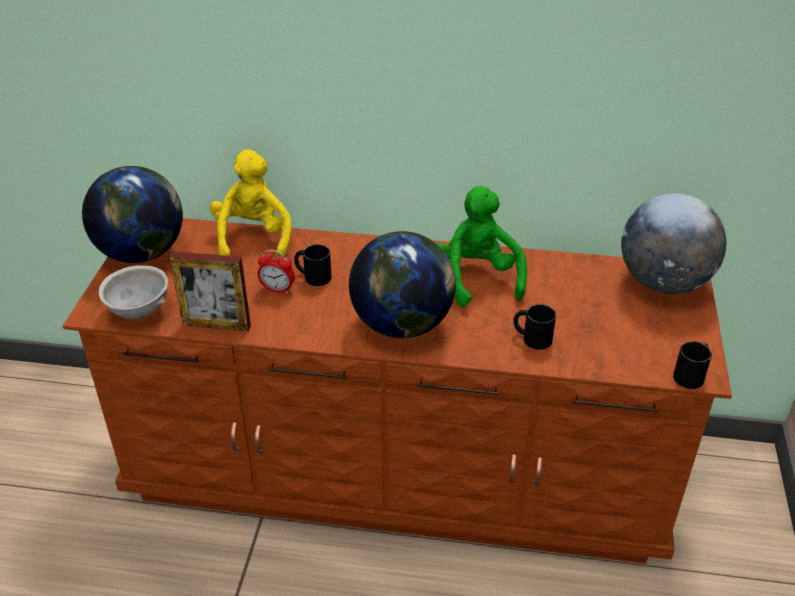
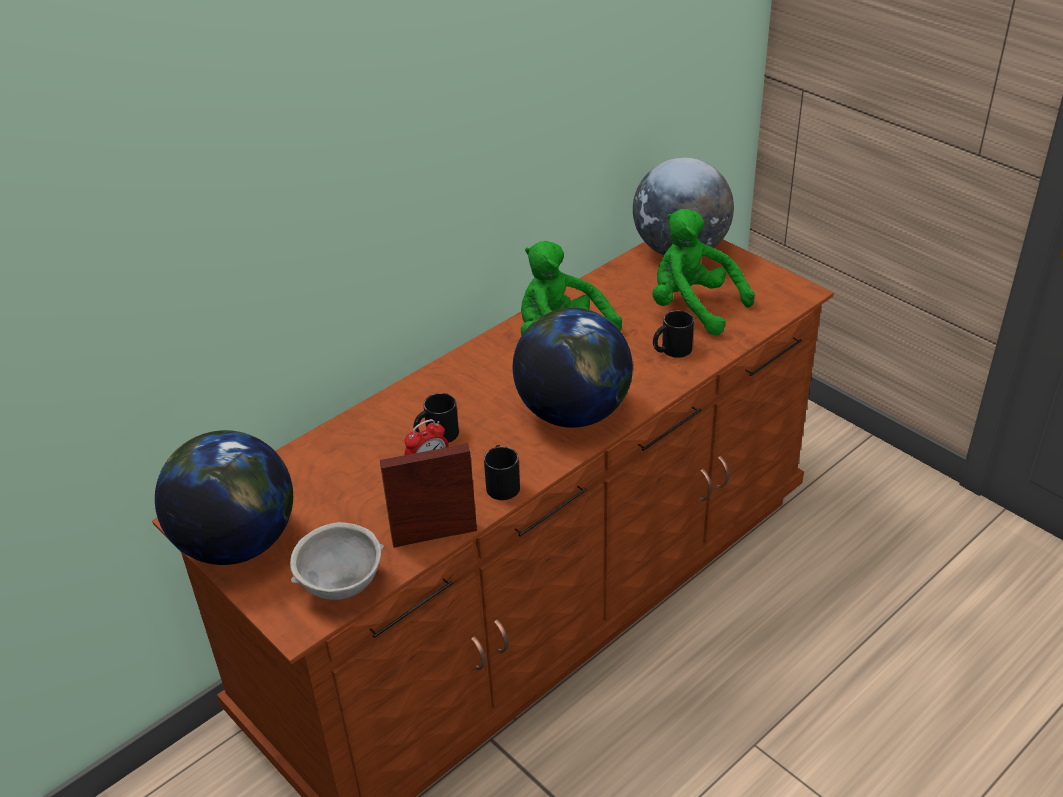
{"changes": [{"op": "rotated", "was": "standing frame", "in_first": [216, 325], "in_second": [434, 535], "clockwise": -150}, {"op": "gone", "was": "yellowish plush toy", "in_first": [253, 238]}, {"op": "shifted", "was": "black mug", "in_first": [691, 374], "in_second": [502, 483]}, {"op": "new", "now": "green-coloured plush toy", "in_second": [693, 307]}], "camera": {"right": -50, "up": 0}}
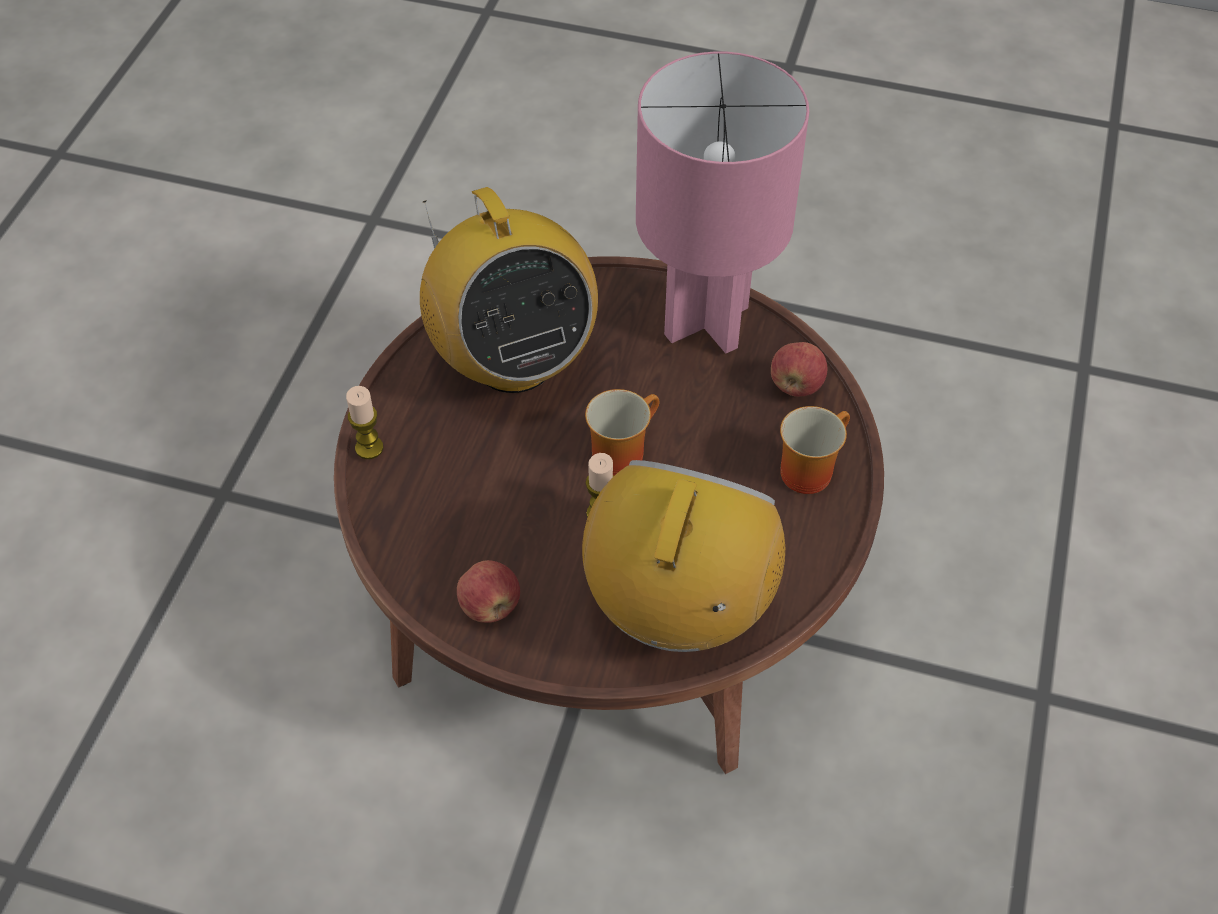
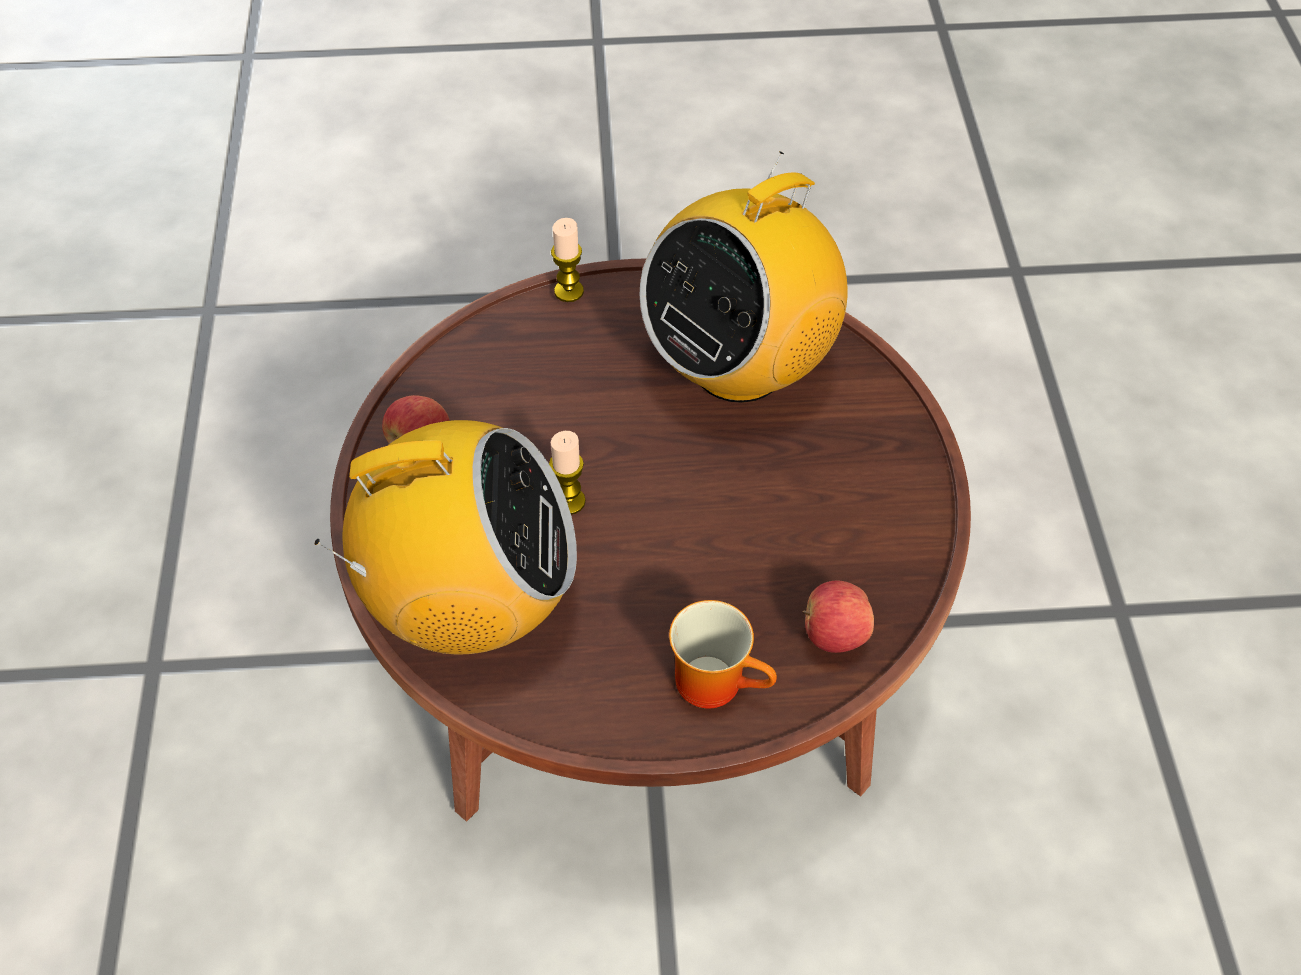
{"changes": [{"op": "gone", "was": "mug", "in_first": [619, 450]}, {"op": "gone", "was": "pink-coloured table lamp", "in_first": [704, 321]}], "camera": {"right": 70, "up": 0}}
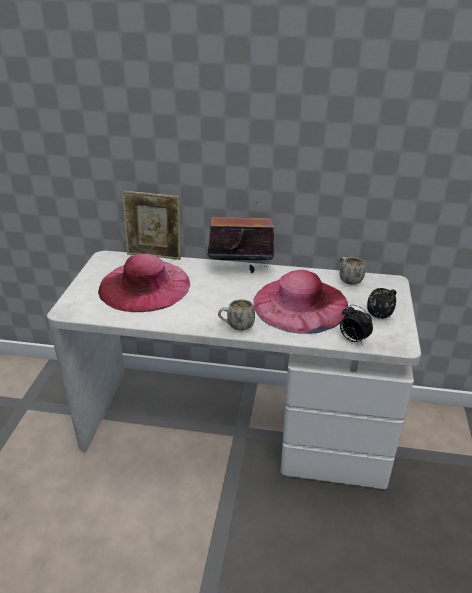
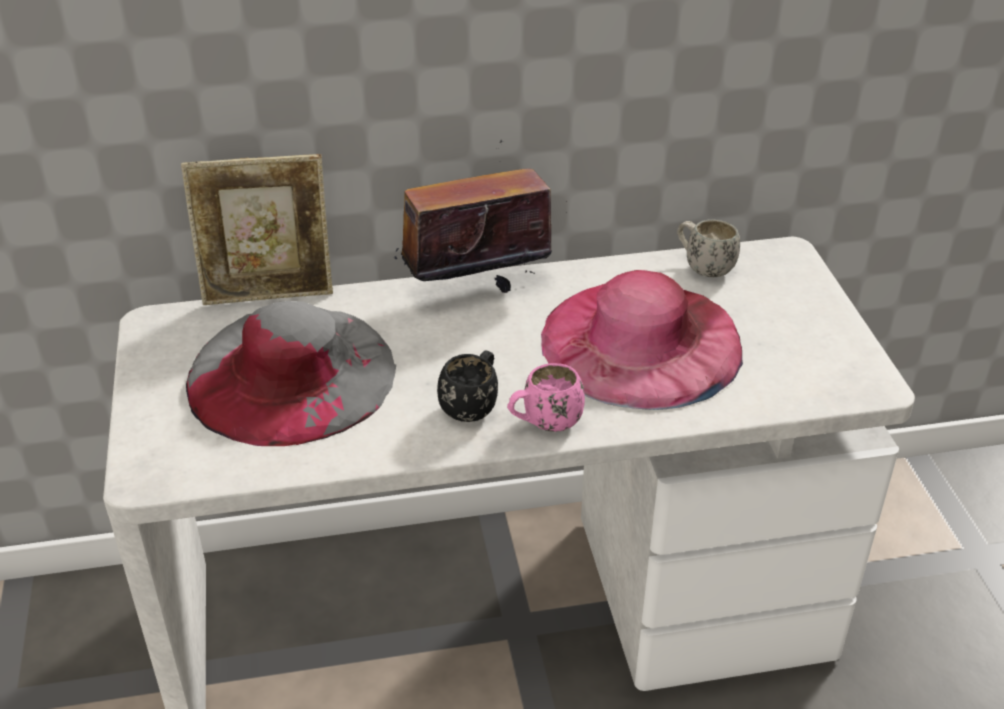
{"changes": [{"op": "repainted", "was": "pink-coloured clothing hat", "now": "gray clothing hat", "in_first": [144, 285], "in_second": [291, 373]}, {"op": "repainted", "was": "white mug", "now": "pink-coloured mug", "in_first": [236, 327], "in_second": [544, 424]}, {"op": "gone", "was": "bedside clock", "in_first": [353, 340]}, {"op": "shifted", "was": "black mug", "in_first": [381, 313], "in_second": [472, 406]}], "camera": {"right": -20, "up": 5}}
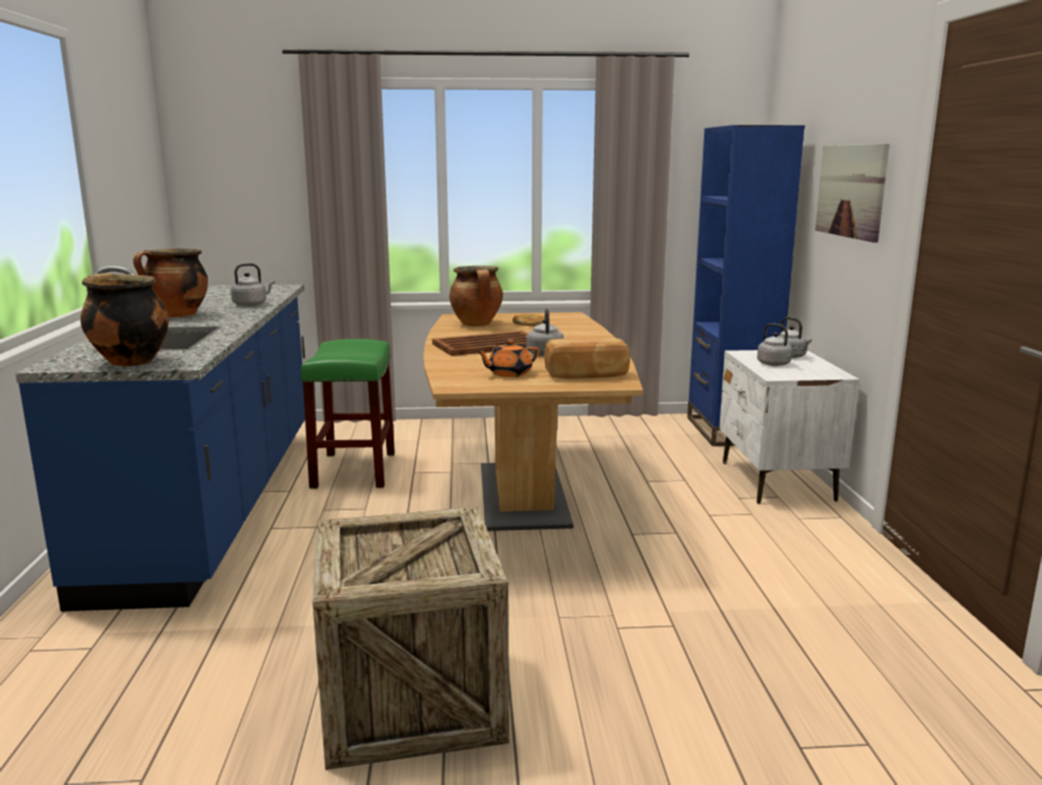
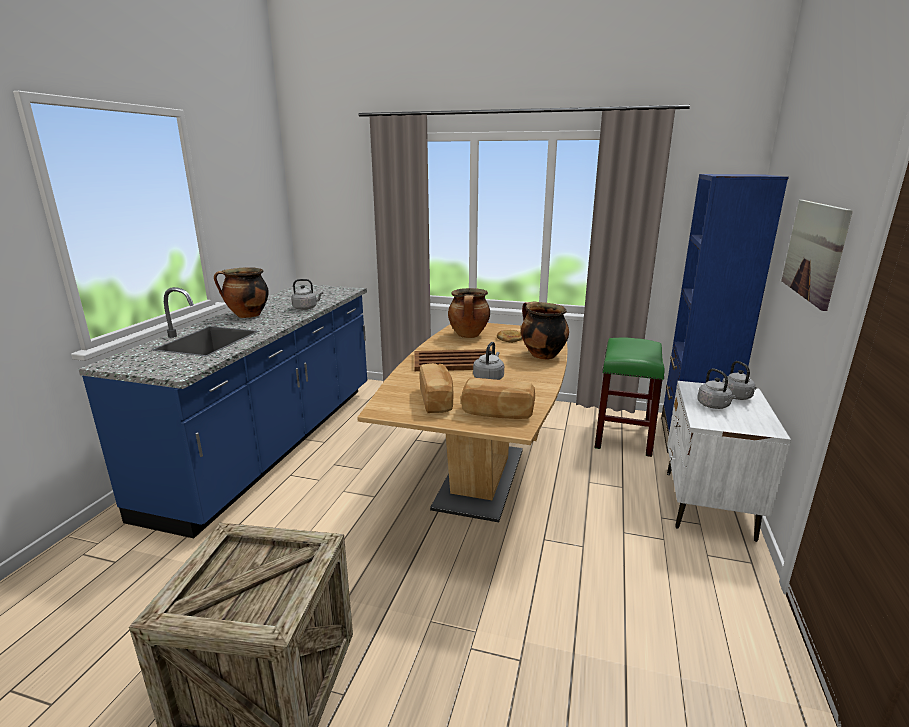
{"changes": [{"op": "shifted", "was": "stockpot", "in_first": [128, 362], "in_second": [541, 355]}, {"op": "shifted", "was": "green-coloured stool seat", "in_first": [353, 470], "in_second": [623, 435]}, {"op": "swapped", "was": "orange-coloured teapot", "now": "bread", "in_first": [508, 373], "in_second": [437, 400]}], "camera": {"right": 20, "up": 5}}
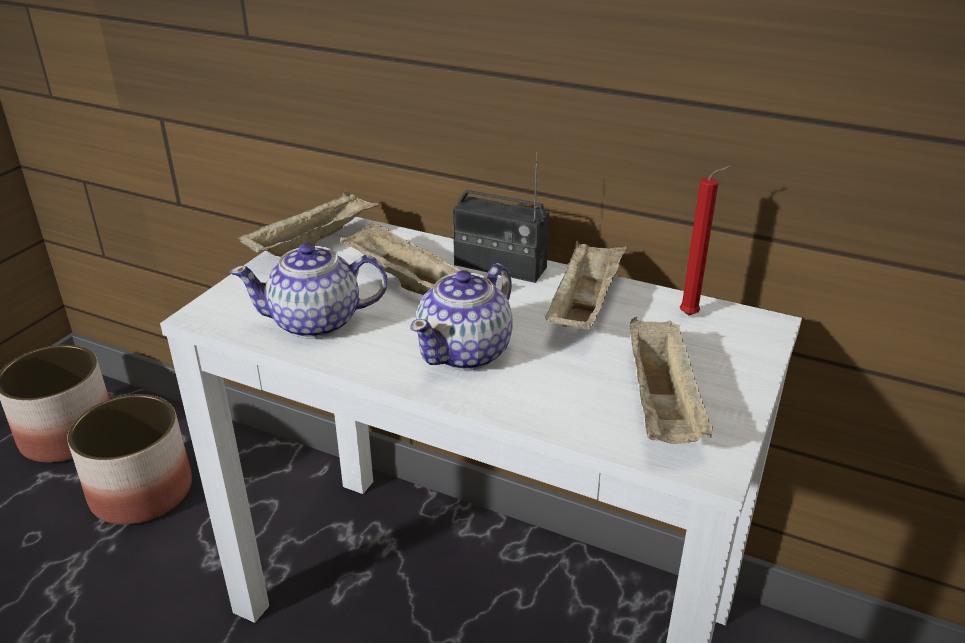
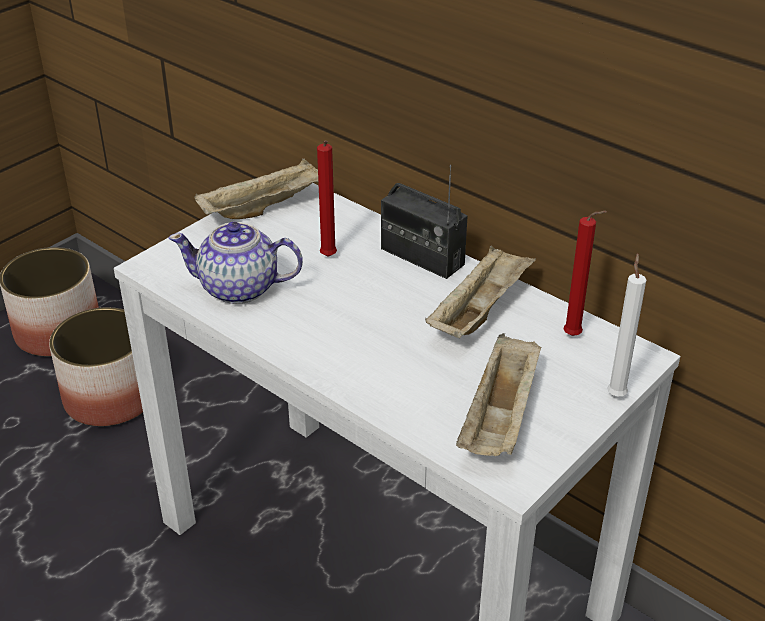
{"changes": [{"op": "swapped", "was": "beige serving tray", "now": "red-coloured wax light", "in_first": [402, 280], "in_second": [328, 258]}, {"op": "gone", "was": "teapot", "in_first": [466, 352]}, {"op": "new", "now": "white wax light", "in_second": [616, 393]}], "camera": {"right": 15, "up": 5}}
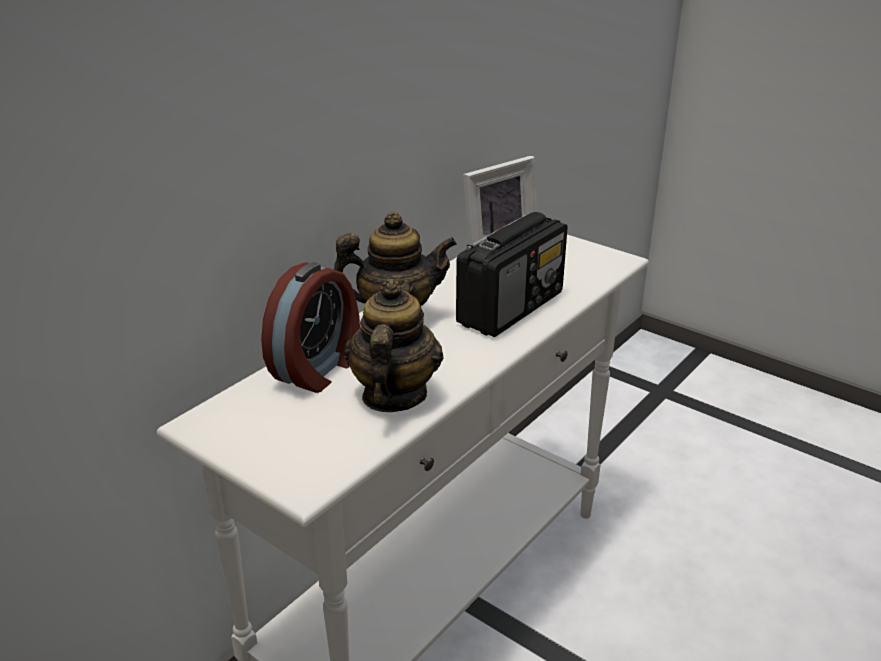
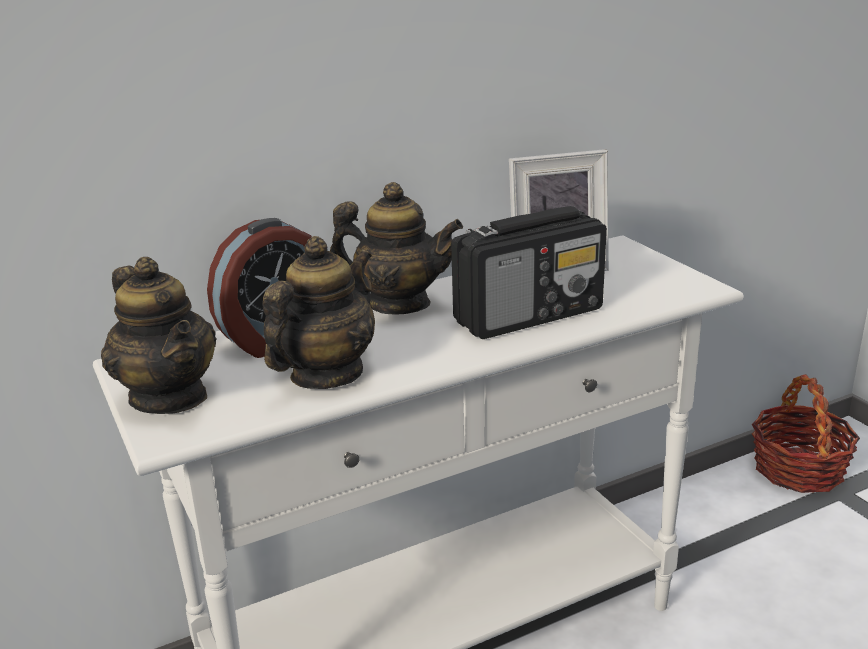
{"changes": [{"op": "new", "now": "teapot", "in_second": [169, 397]}, {"op": "new", "now": "household basket", "in_second": [798, 469]}], "camera": {"right": 25, "up": -5}}
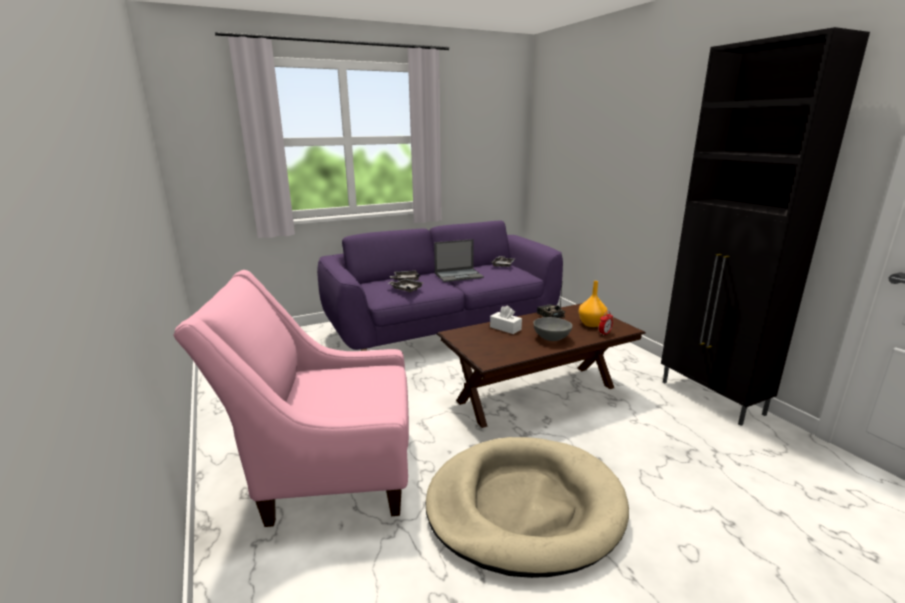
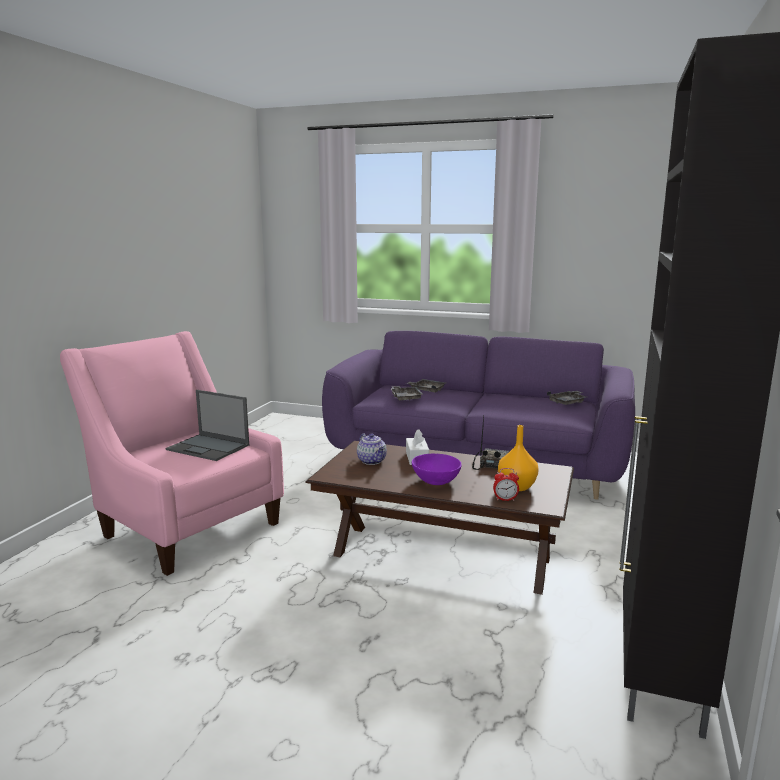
{"changes": [{"op": "gone", "was": "beige pet bed", "in_first": [524, 507]}, {"op": "shifted", "was": "laptop", "in_first": [459, 275], "in_second": [209, 447]}, {"op": "repainted", "was": "gray deep dish", "now": "purplish deep dish", "in_first": [551, 338], "in_second": [436, 481]}, {"op": "new", "now": "teapot", "in_second": [372, 461]}], "camera": {"right": 45, "up": -5}}
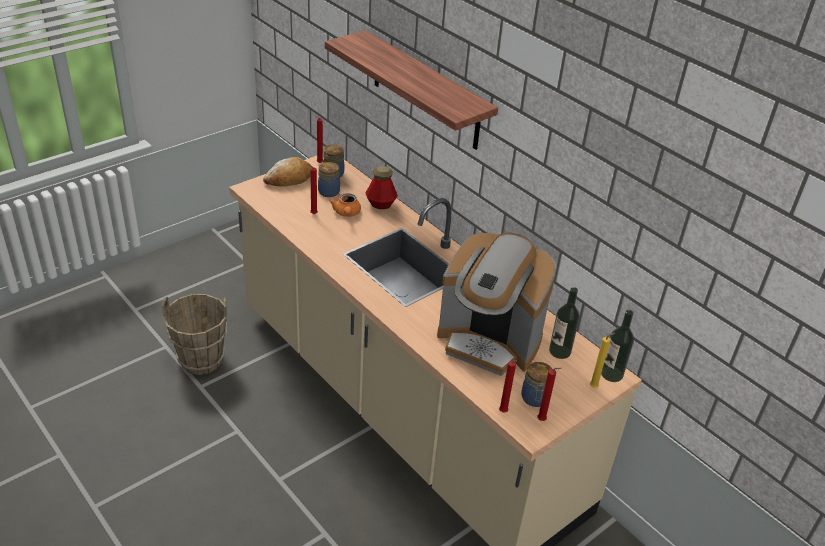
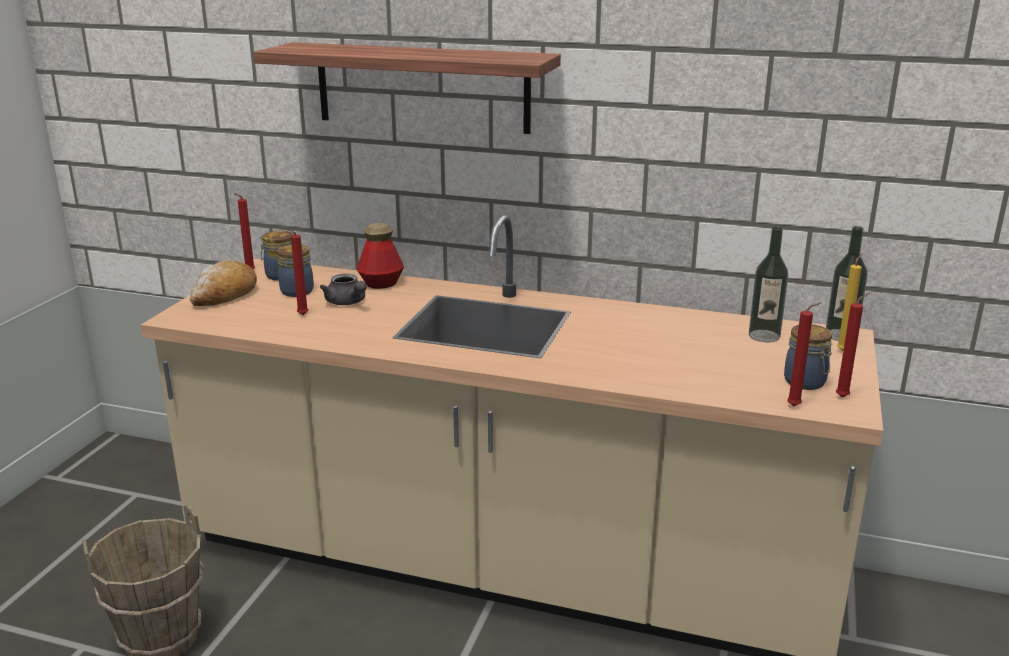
{"changes": [{"op": "repainted", "was": "orange-coloured teapot", "now": "gray teapot", "in_first": [346, 213], "in_second": [347, 303]}, {"op": "gone", "was": "coffee brewer", "in_first": [489, 341]}], "camera": {"right": -30, "up": -15}}
